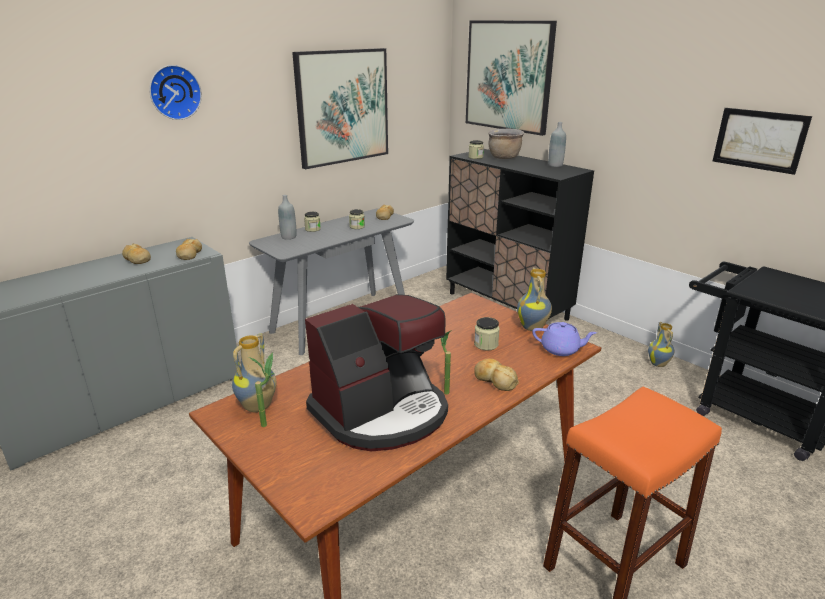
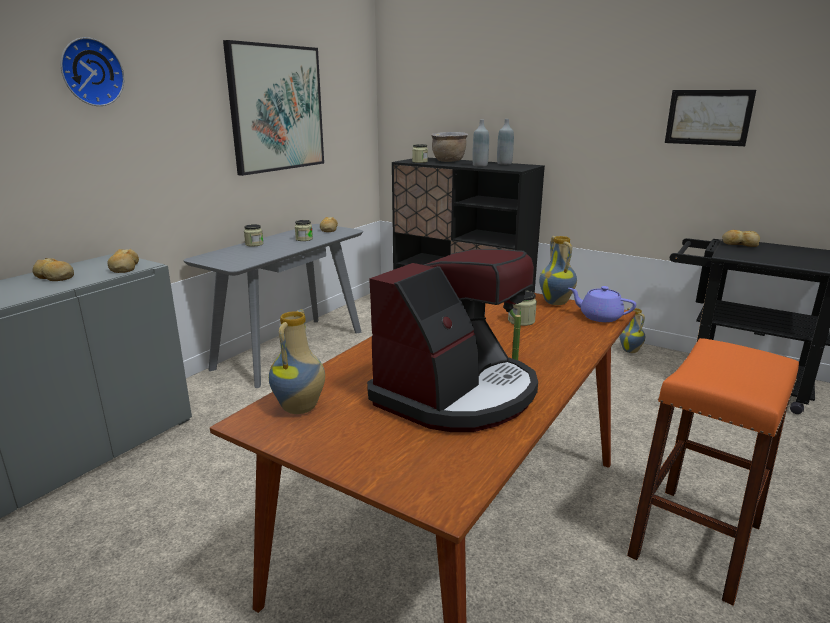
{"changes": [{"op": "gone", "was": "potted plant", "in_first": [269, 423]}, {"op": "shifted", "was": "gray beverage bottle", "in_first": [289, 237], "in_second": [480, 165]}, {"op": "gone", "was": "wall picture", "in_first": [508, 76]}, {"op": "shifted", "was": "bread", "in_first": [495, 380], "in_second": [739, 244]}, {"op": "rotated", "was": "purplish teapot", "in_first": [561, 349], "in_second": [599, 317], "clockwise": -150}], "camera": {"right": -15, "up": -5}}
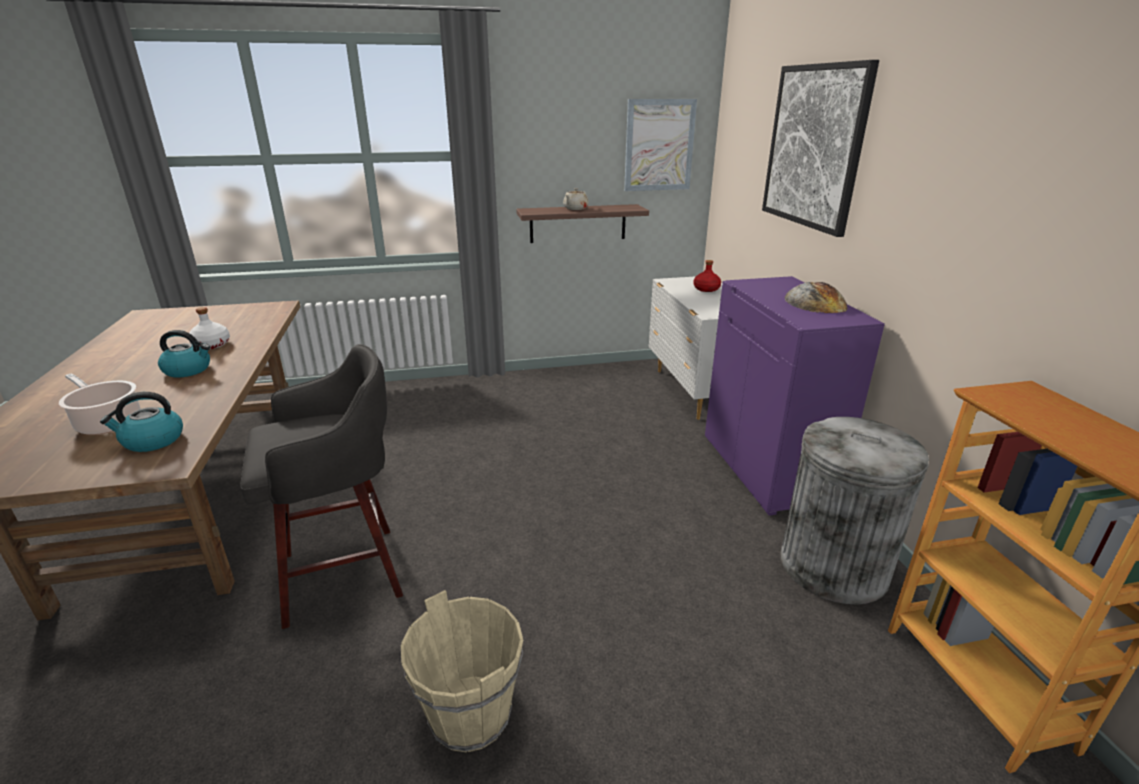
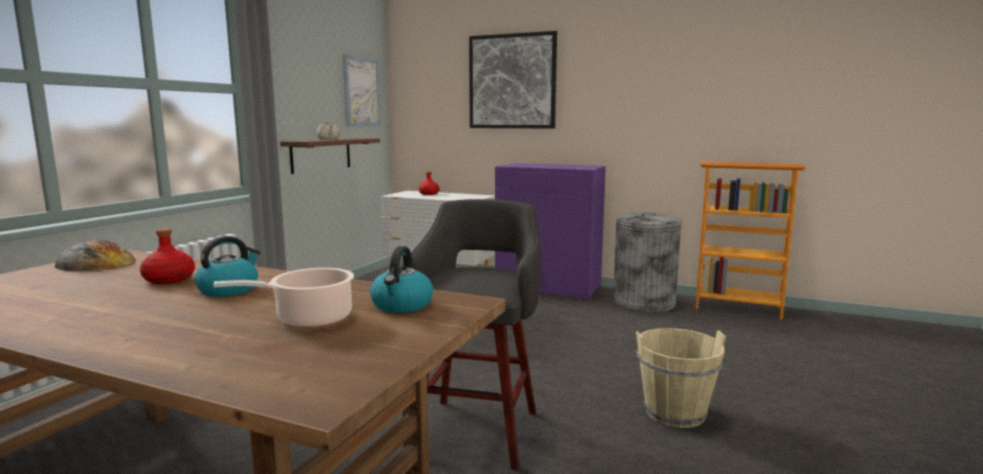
{"changes": [{"op": "repainted", "was": "white beverage bottle", "now": "red-coloured beverage bottle", "in_first": [212, 345], "in_second": [170, 279]}, {"op": "shifted", "was": "bread", "in_first": [815, 302], "in_second": [96, 262]}], "camera": {"right": -55, "up": -15}}
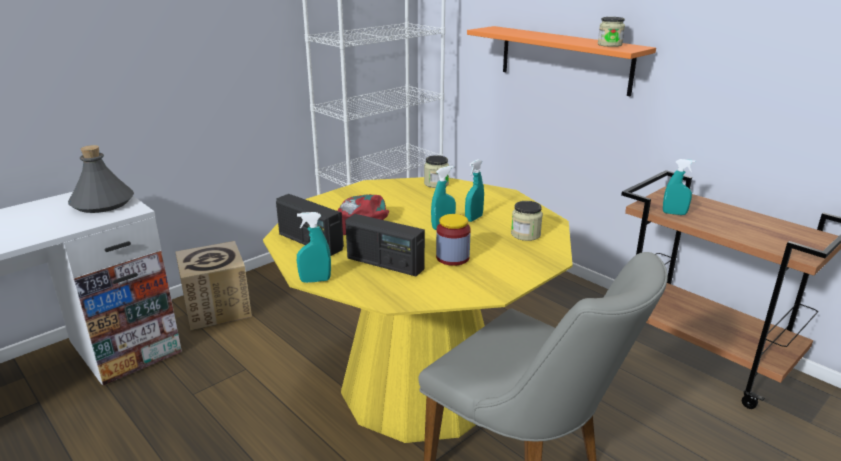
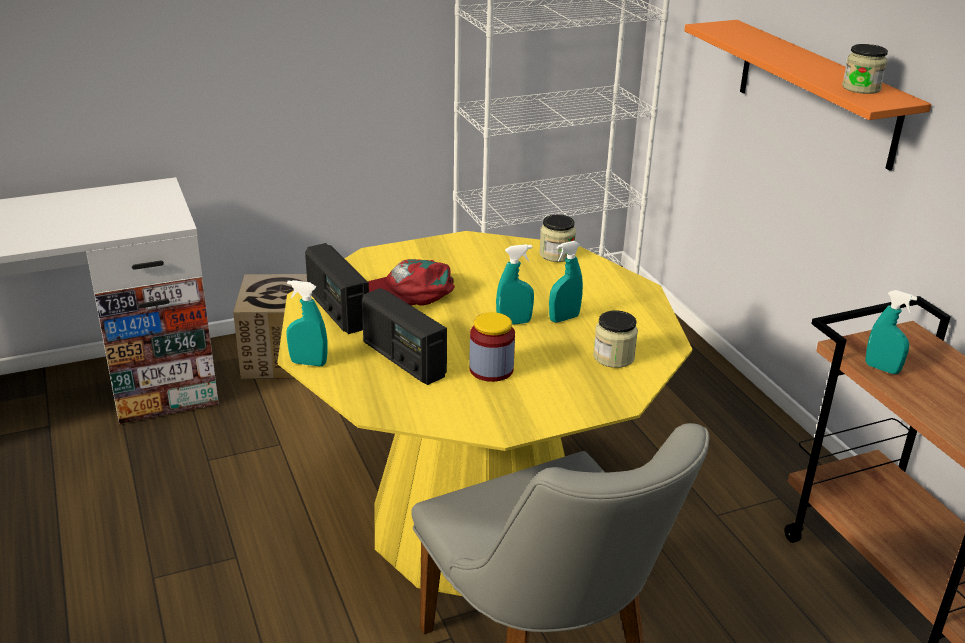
{"changes": [{"op": "gone", "was": "gray beverage bottle", "in_first": [102, 203]}], "camera": {"right": 20, "up": 5}}
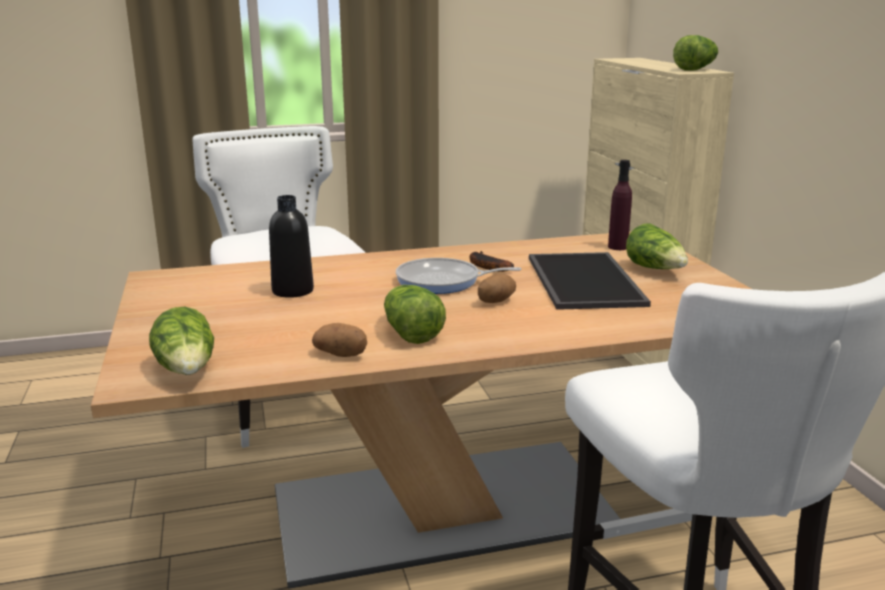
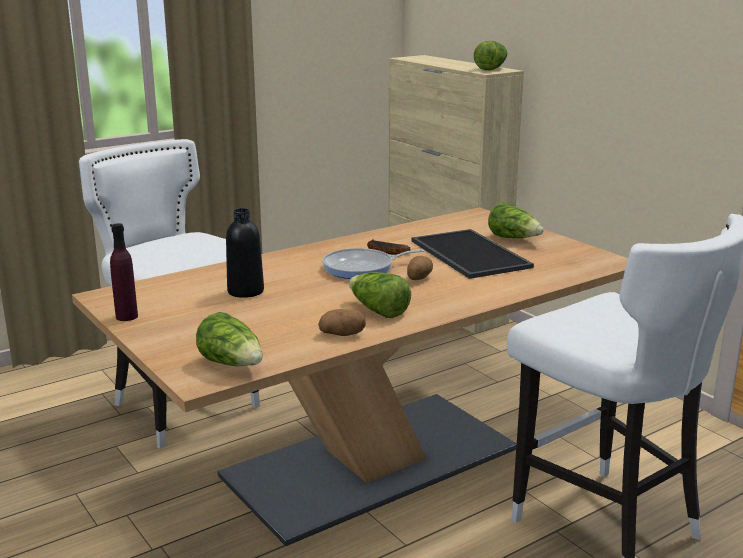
{"changes": [{"op": "shifted", "was": "purplish beverage bottle", "in_first": [617, 247], "in_second": [126, 316]}], "camera": {"right": -20, "up": 0}}
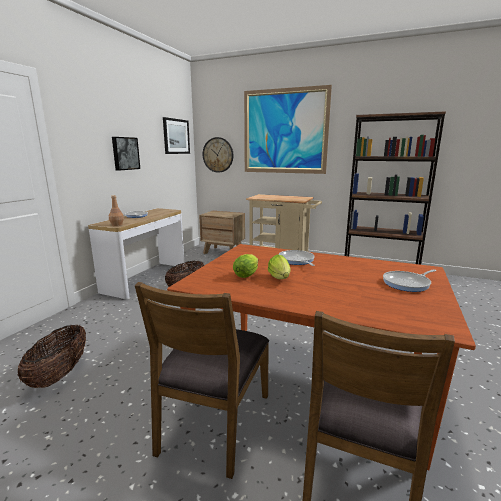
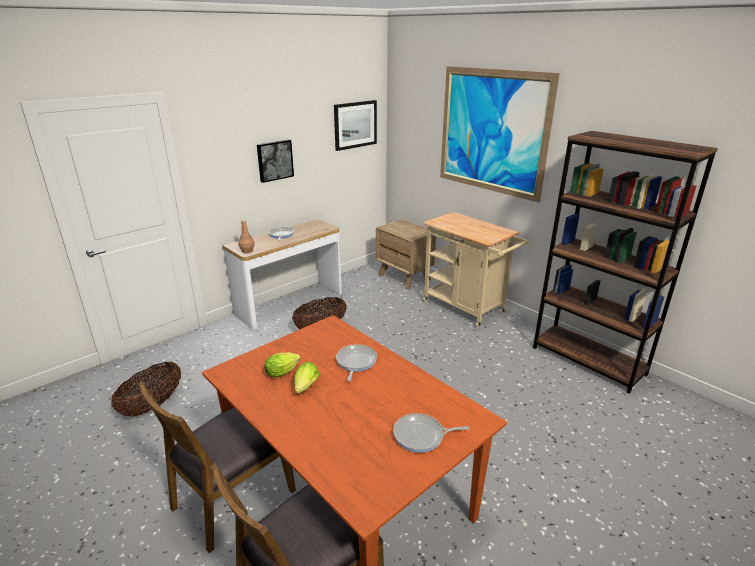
{"changes": [{"op": "gone", "was": "clock on the wall", "in_first": [218, 155]}], "camera": {"right": 25, "up": 10}}
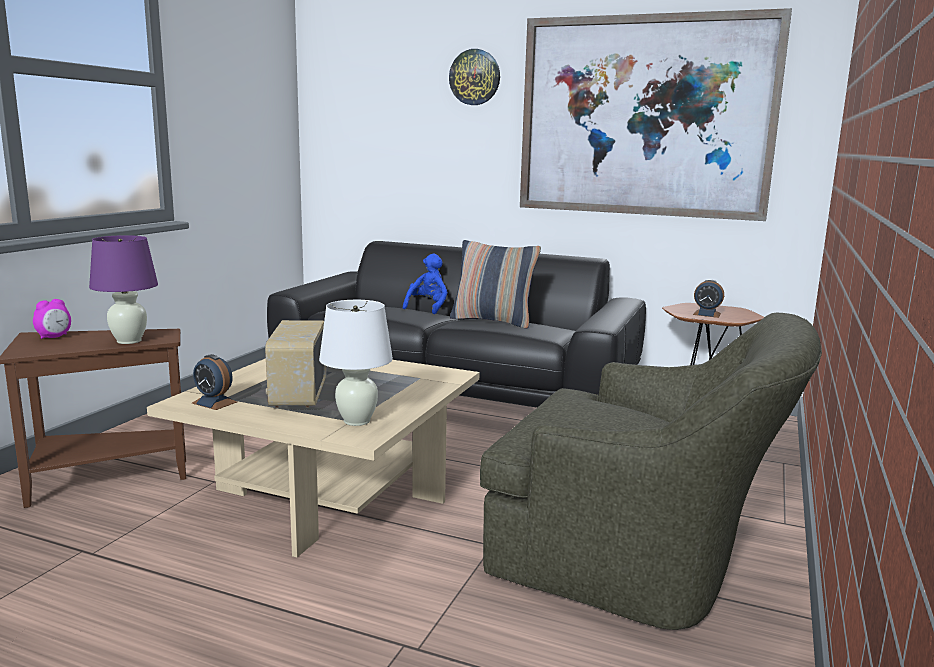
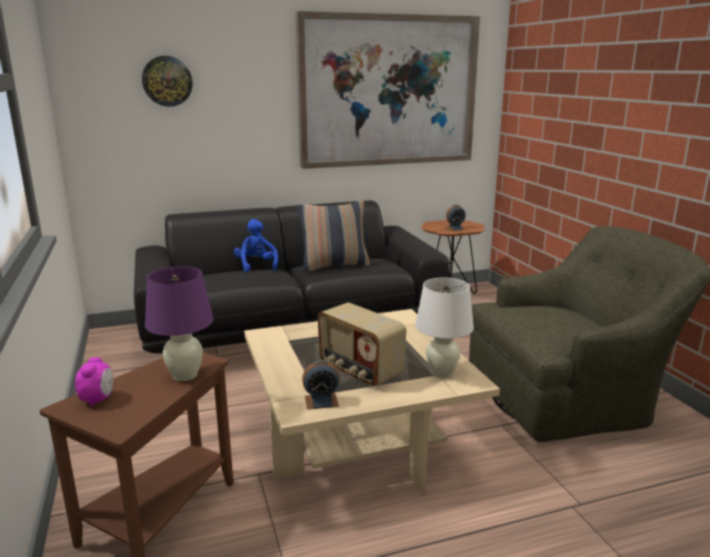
{"changes": [{"op": "shifted", "was": "clock on the wall", "in_first": [475, 77], "in_second": [167, 81]}], "camera": {"right": -40, "up": 5}}
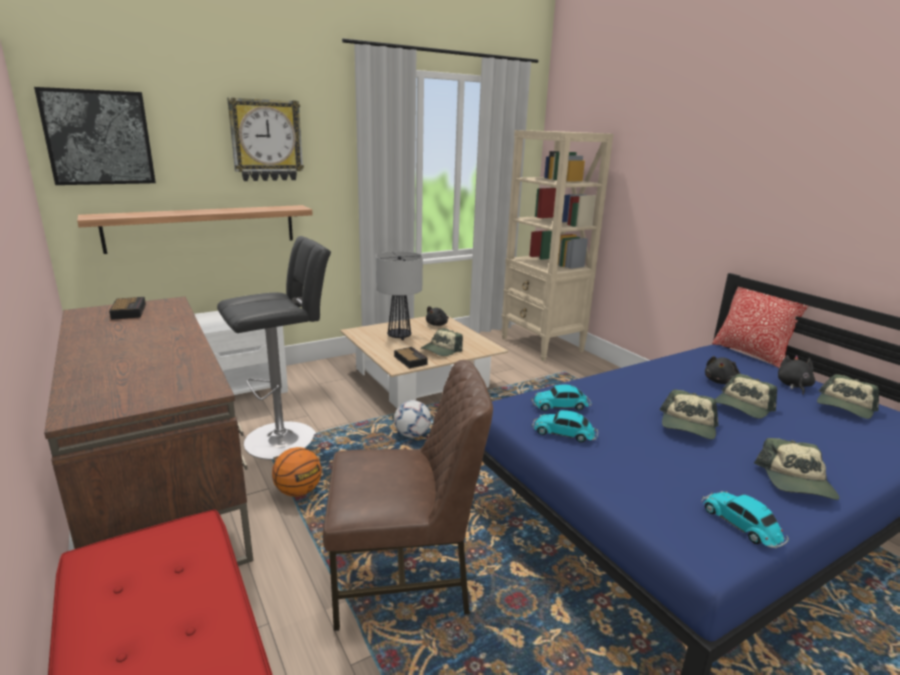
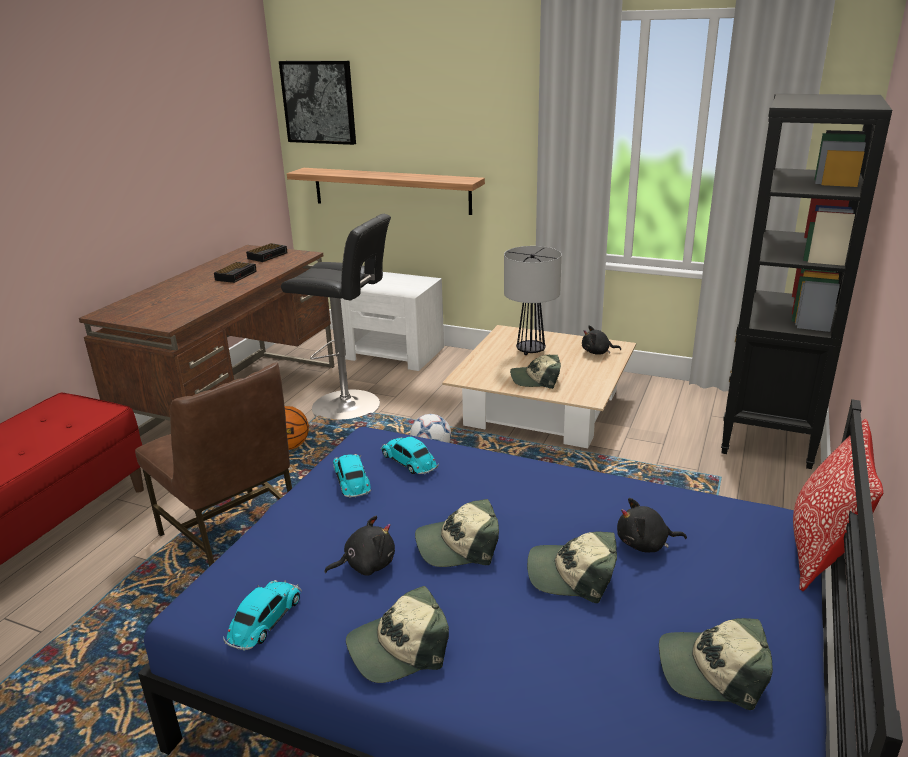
{"changes": [{"op": "gone", "was": "clock on the wall", "in_first": [266, 140]}, {"op": "shifted", "was": "bedside clock", "in_first": [410, 360], "in_second": [236, 275]}, {"op": "repainted", "was": "beige bookshelf", "now": "black bookshelf", "in_first": [542, 345], "in_second": [767, 435]}, {"op": "shifted", "was": "black plush toy", "in_first": [793, 385], "in_second": [366, 564]}], "camera": {"right": 55, "up": 5}}
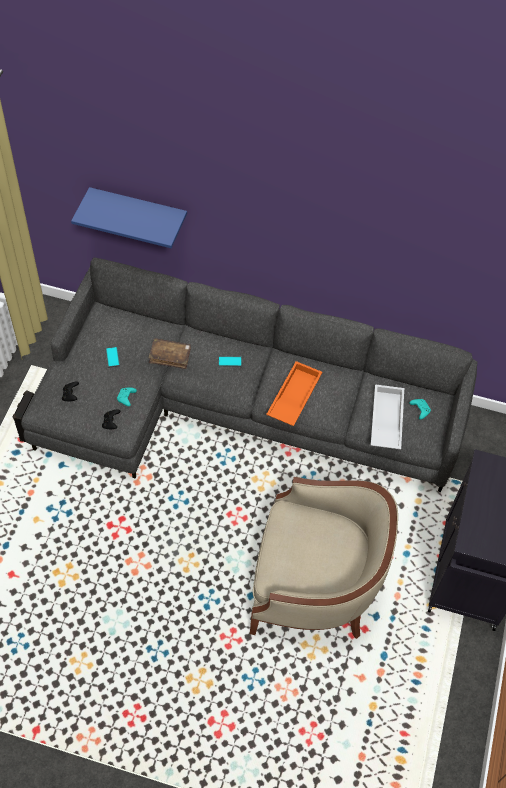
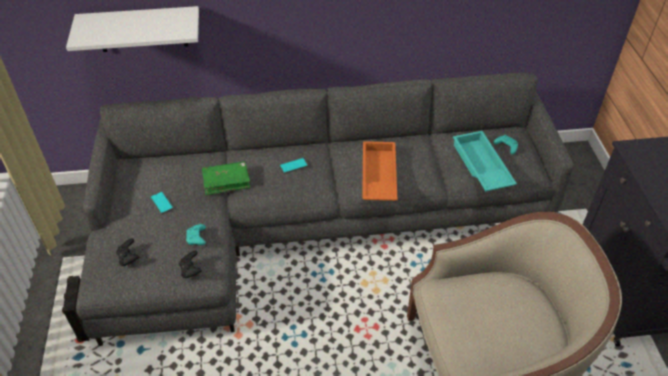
{"changes": [{"op": "repainted", "was": "bluish bracket shelf", "now": "white bracket shelf", "in_first": [139, 212], "in_second": [141, 29]}, {"op": "repainted", "was": "brown bound book", "now": "green-coloured bound book", "in_first": [170, 356], "in_second": [226, 182]}, {"op": "repainted", "was": "white serving tray", "now": "turquoise-coloured serving tray", "in_first": [385, 420], "in_second": [480, 166]}], "camera": {"right": -20, "up": -10}}
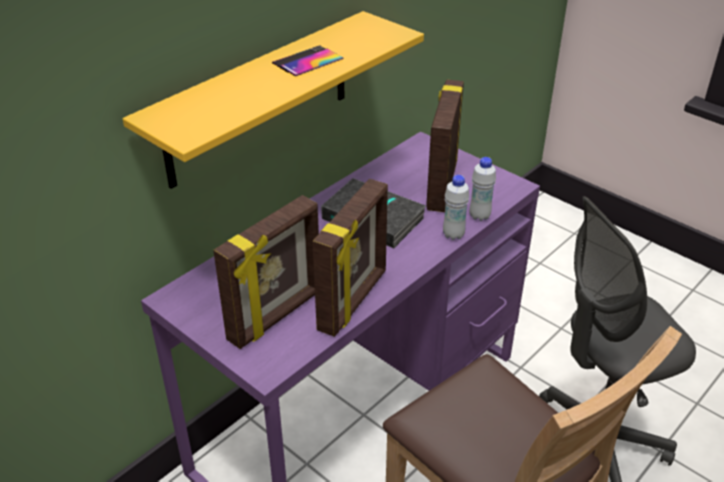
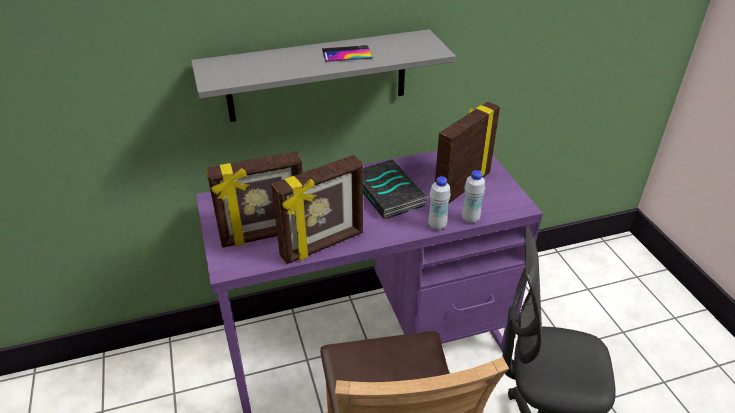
{"changes": [{"op": "repainted", "was": "yellowish bracket shelf", "now": "gray bracket shelf", "in_first": [259, 99], "in_second": [317, 76]}], "camera": {"right": 30, "up": 0}}
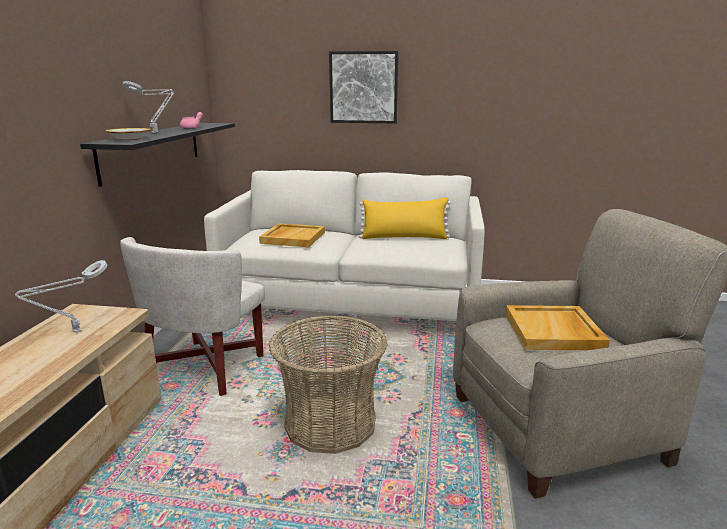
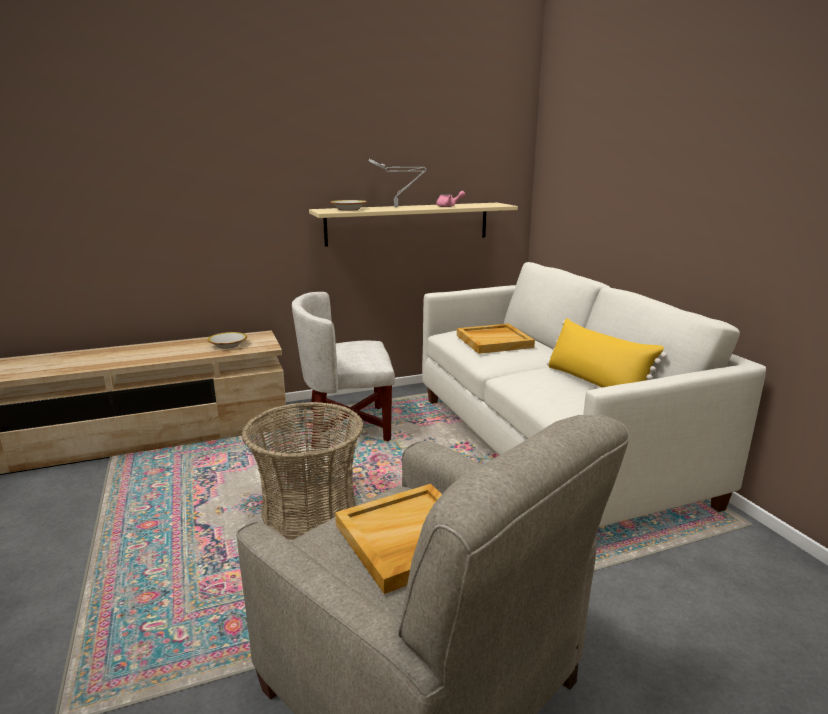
{"changes": [{"op": "swapped", "was": "gray table lamp", "now": "deep dish", "in_first": [74, 332], "in_second": [228, 345]}, {"op": "repainted", "was": "black bracket shelf", "now": "beige bracket shelf", "in_first": [152, 150], "in_second": [408, 223]}, {"op": "gone", "was": "wall picture", "in_first": [363, 87]}], "camera": {"right": 60, "up": 0}}
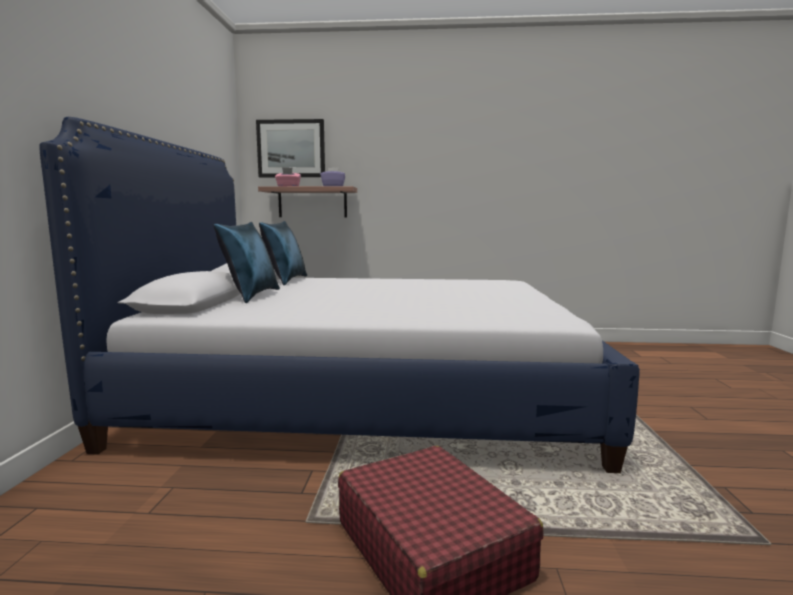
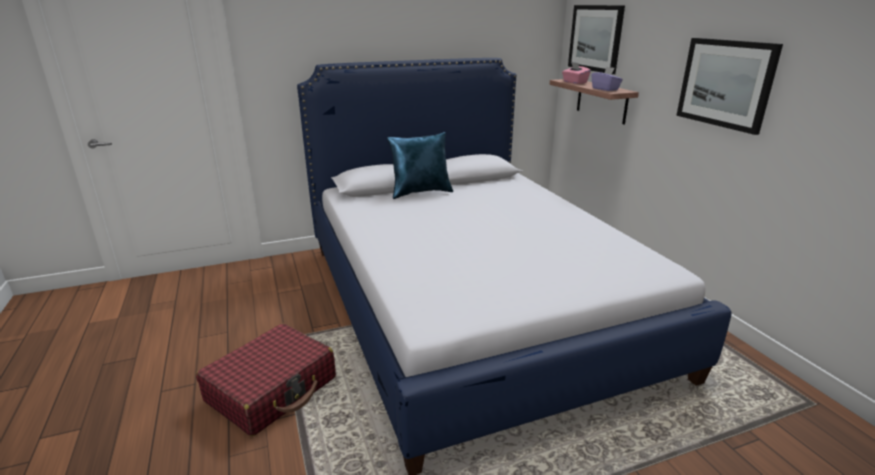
{"changes": [{"op": "gone", "was": "bluish throw pillow", "in_first": [285, 280]}, {"op": "new", "now": "wall picture", "in_second": [725, 83]}], "camera": {"right": 65, "up": 15}}
